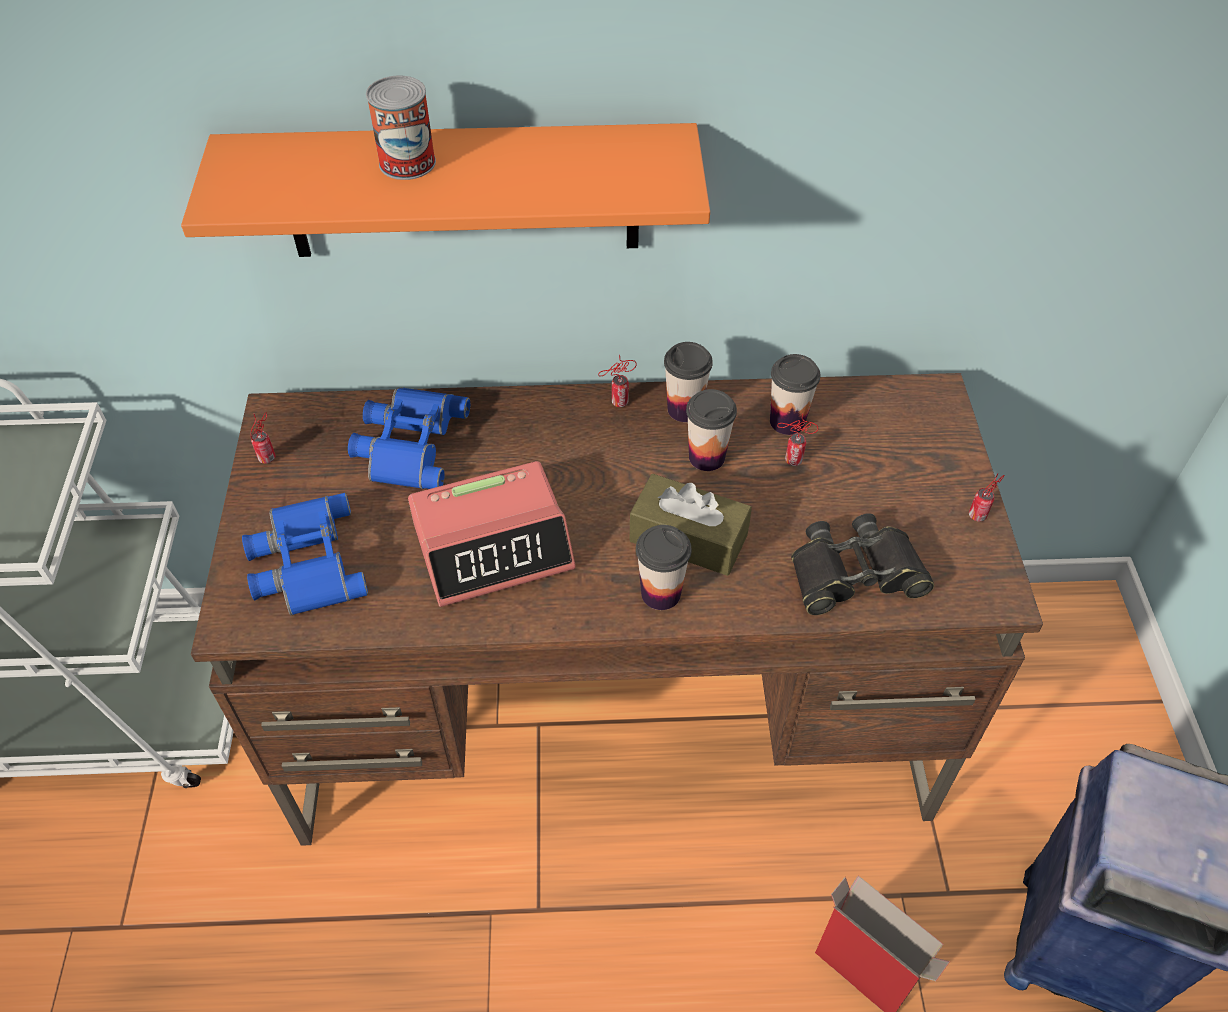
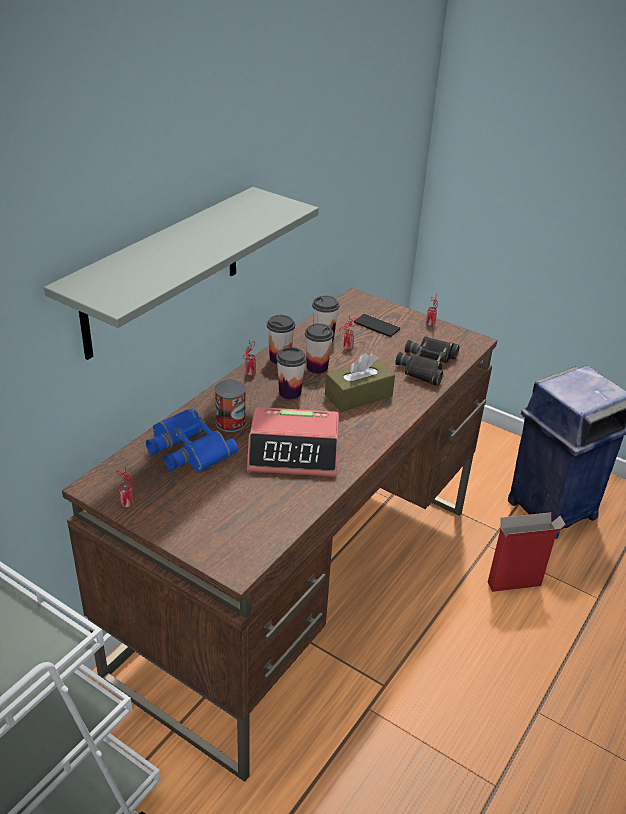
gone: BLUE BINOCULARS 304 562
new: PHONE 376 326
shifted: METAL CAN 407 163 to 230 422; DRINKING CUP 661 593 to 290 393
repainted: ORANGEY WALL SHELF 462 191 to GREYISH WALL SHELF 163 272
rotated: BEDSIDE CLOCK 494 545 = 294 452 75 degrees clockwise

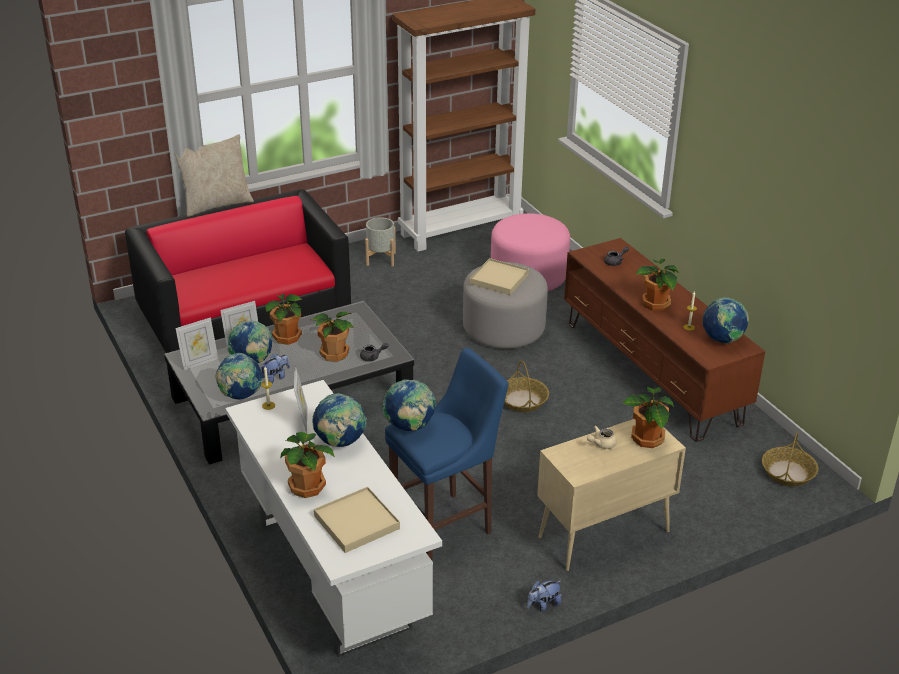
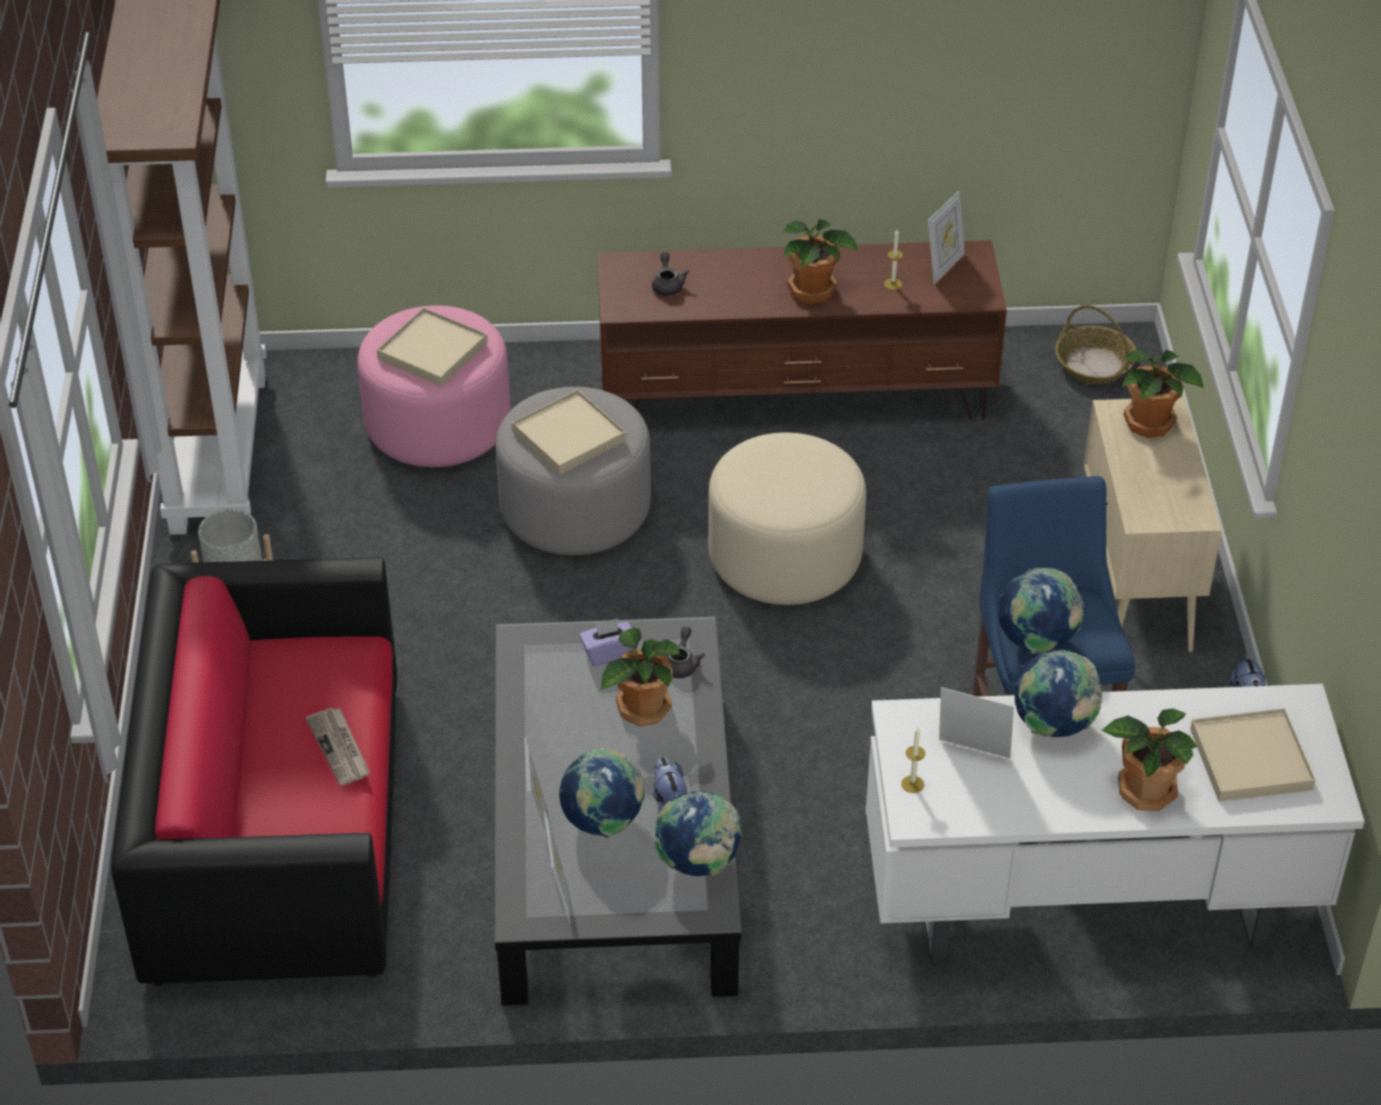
gone: SAND-COLOURED PILLOW 216 204; PLANT IN A POT 288 337; SAND-COLOURED TEAPOT 601 444
new: SAND-COLOURED SERVING TRAY 432 351; PURPLE-COLOURED TISSUE BOX 608 653; DAILY PAPER 340 748
swapped: DESK GLOBE 722 340 to STANDING FRAME 944 266; BASKET 523 401 to SAND-COLOURED POUFFE 785 557

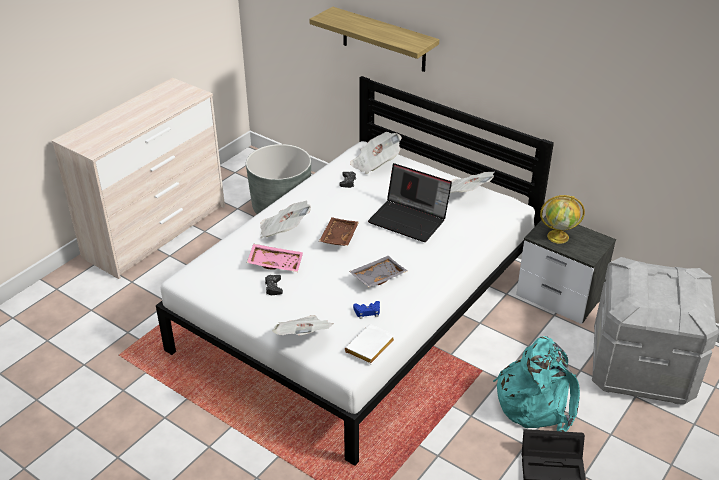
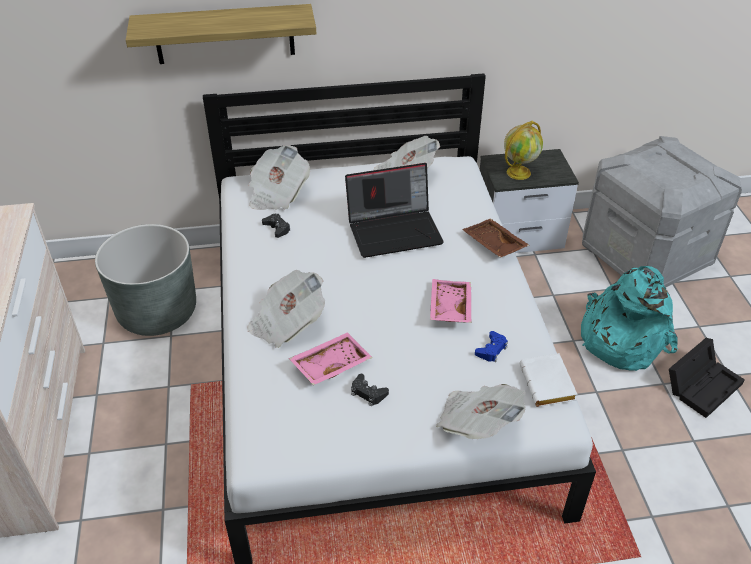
shifted: BROWN-COLOURED SERVING TRAY 338 237 to 493 245
repainted: GREYISH SERVING TRAY 377 276 to PINK SERVING TRAY 449 307

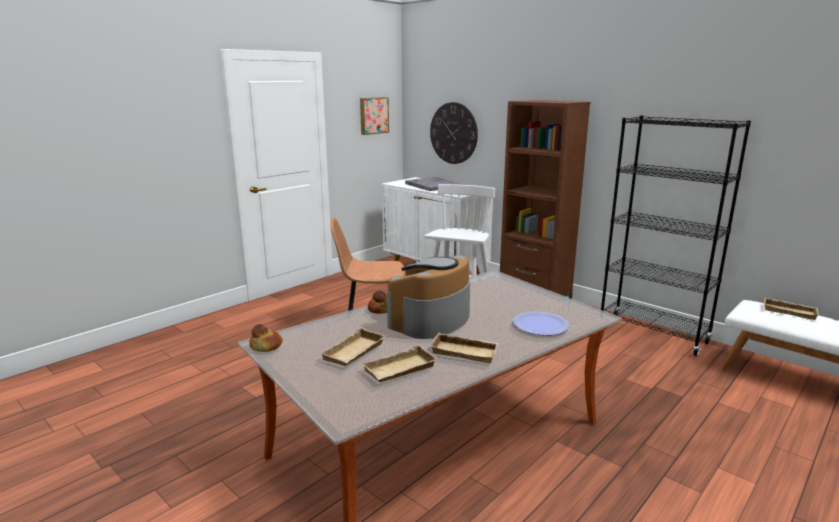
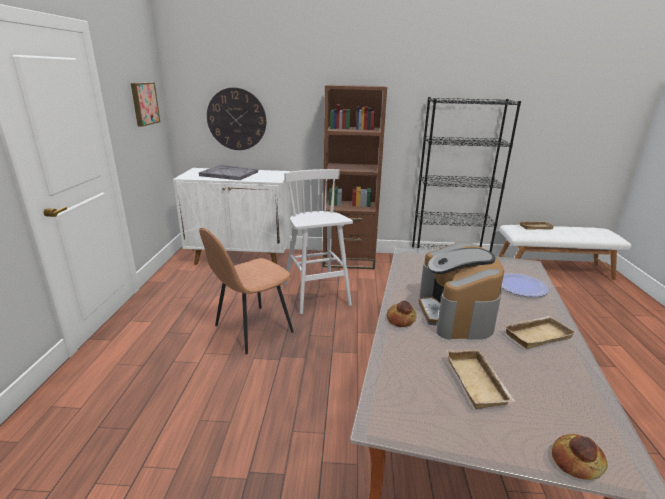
gone: SAND-COLOURED SERVING TRAY 400 370
shifted: BAKED BREAD 266 347 to 576 462

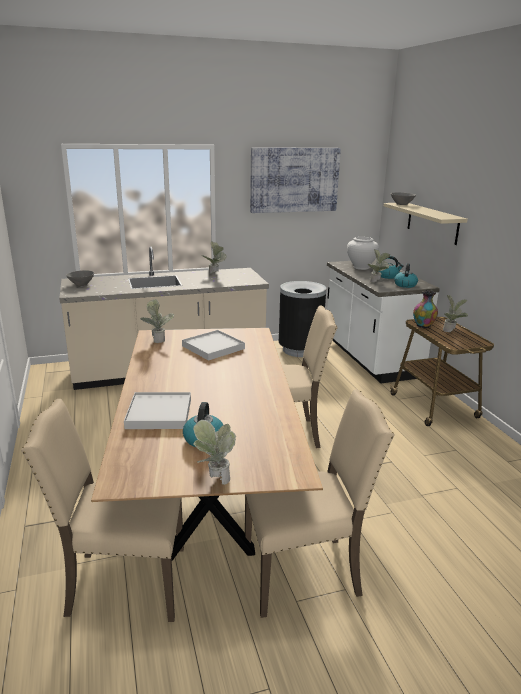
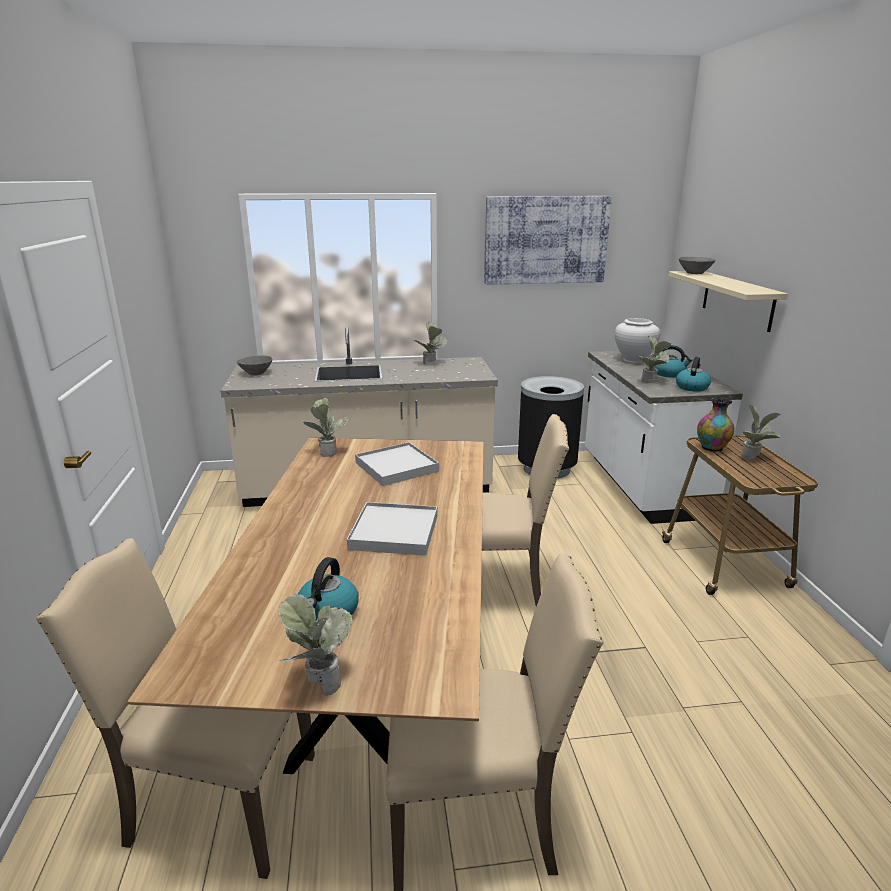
shifted: WHITE-COLOURED SERVING TRAY 159 414 to 394 532

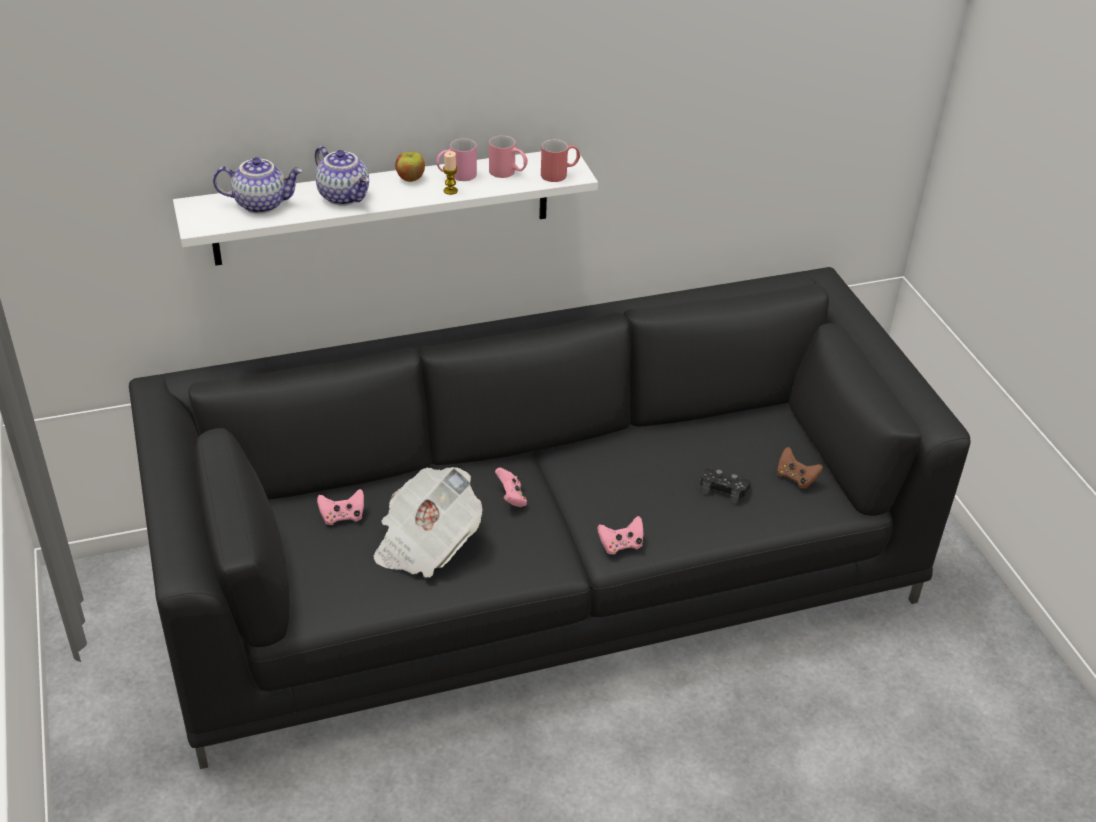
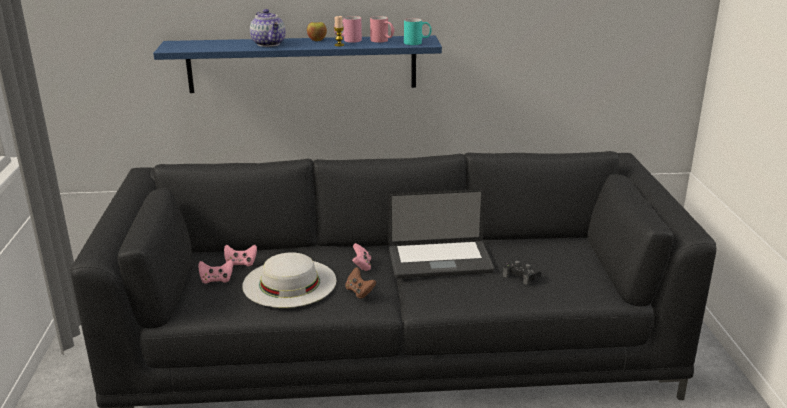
gone: TEAPOT 261 203
new: PORTABLE COMPUTER 440 261
shifted: BROWN-COLOURED GAMEPAD 796 478 to 359 292; PINK GAMEPAD 621 545 to 216 280
swapped: DAILY PAPER 425 543 to WHITE-COLOURED WEARABLE HAT 289 282
repainted: RED-COLOURED MUG 560 174 to TURQUOISE-COLOURED MUG 417 43; WHITE-COLOURED WALL SHELF 383 206 to BLUE WALL SHELF 302 64

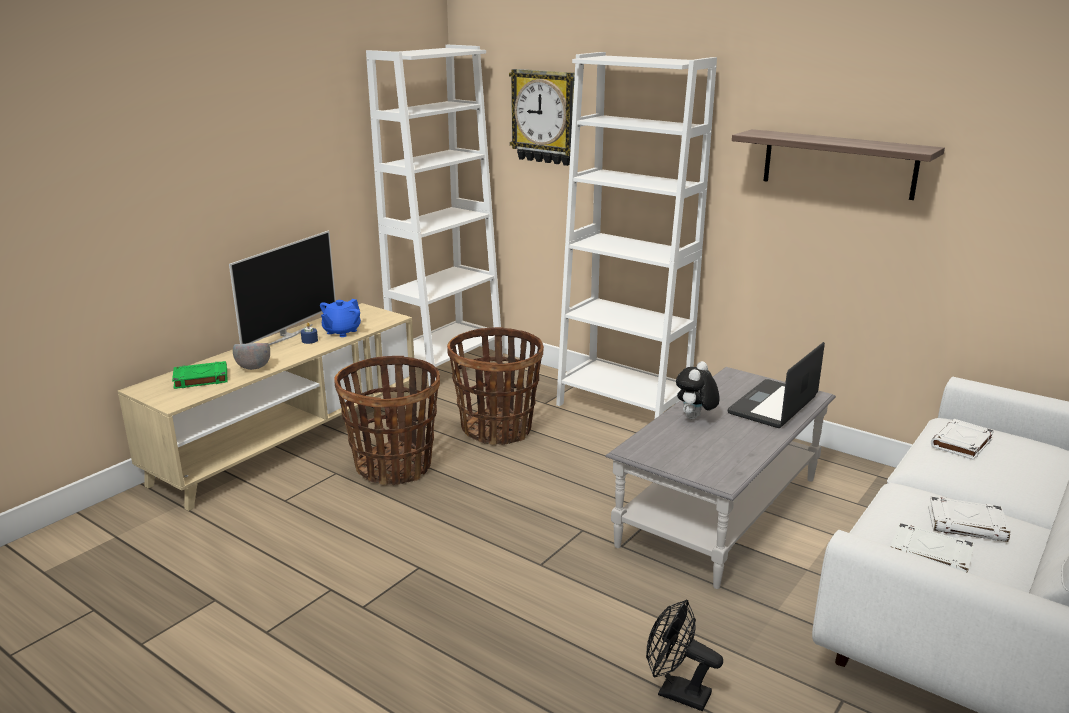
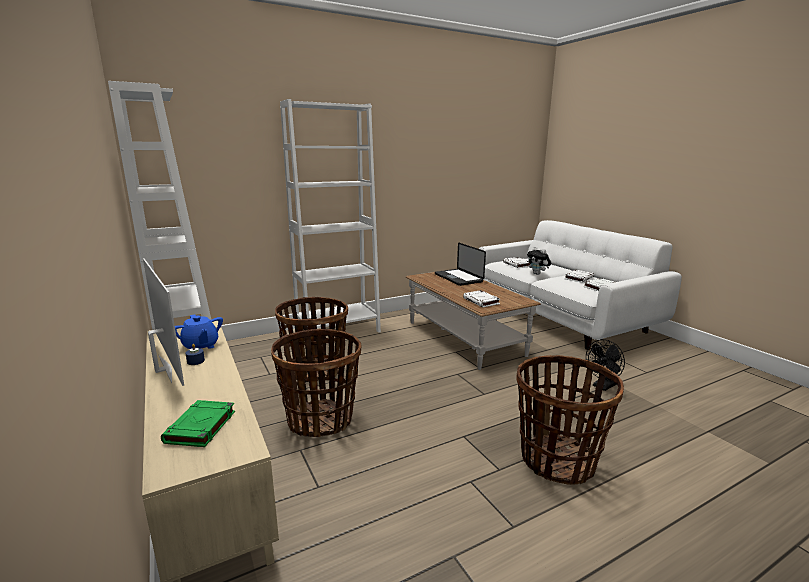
gone: HANGING CLOCK 546 117; WALL SHELF 838 164; GREYISH SERVING BOWL 253 368
new: WHITE-COLOURED VOLUME 481 301; BASKET 557 460
shifted: CUDDLY TOY 695 418 to 538 274
repainted: GREYISH LOUNGE TABLE 720 511 to BROWN-COLOURED LOUNGE TABLE 464 338

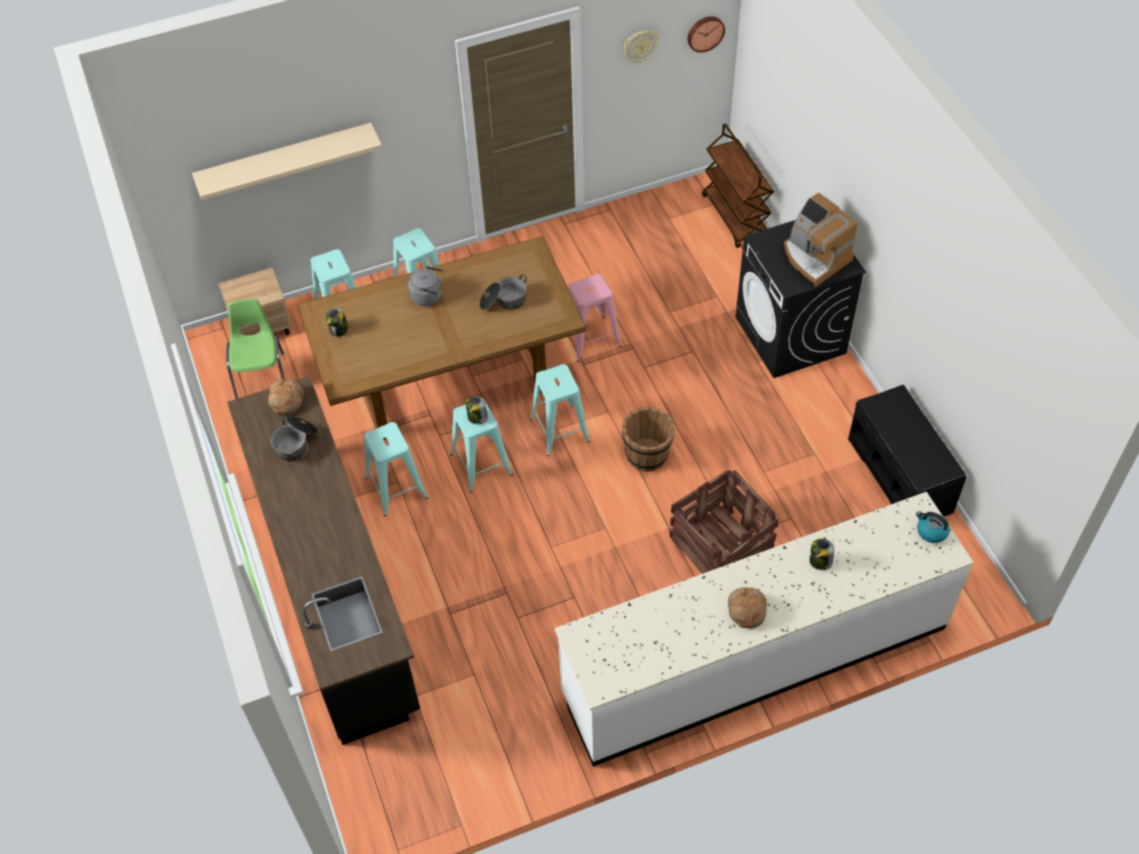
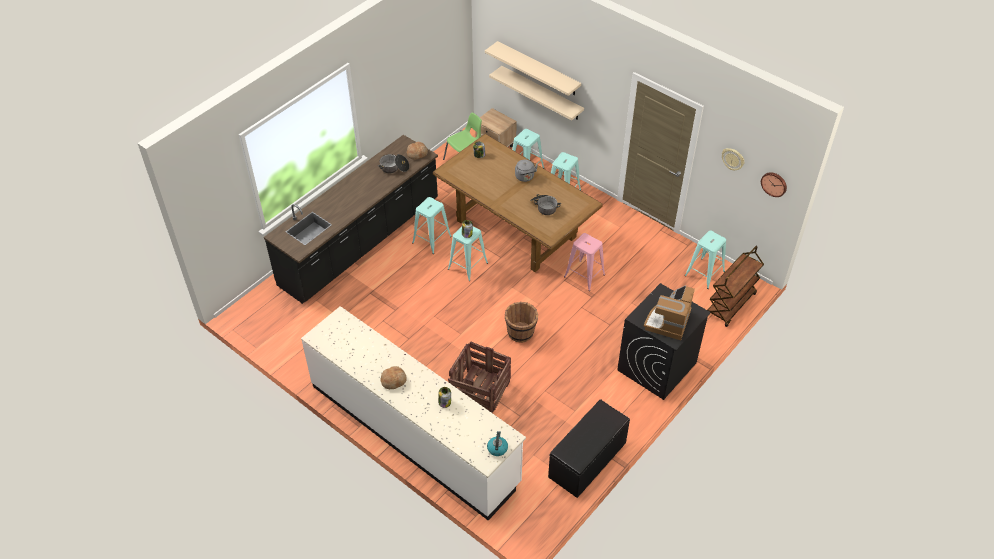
new: SAND-COLOURED WALL SHELF 541 93
shifted: TURQUOISE-COLOURED SITTING STOOL 559 430 to 704 273

